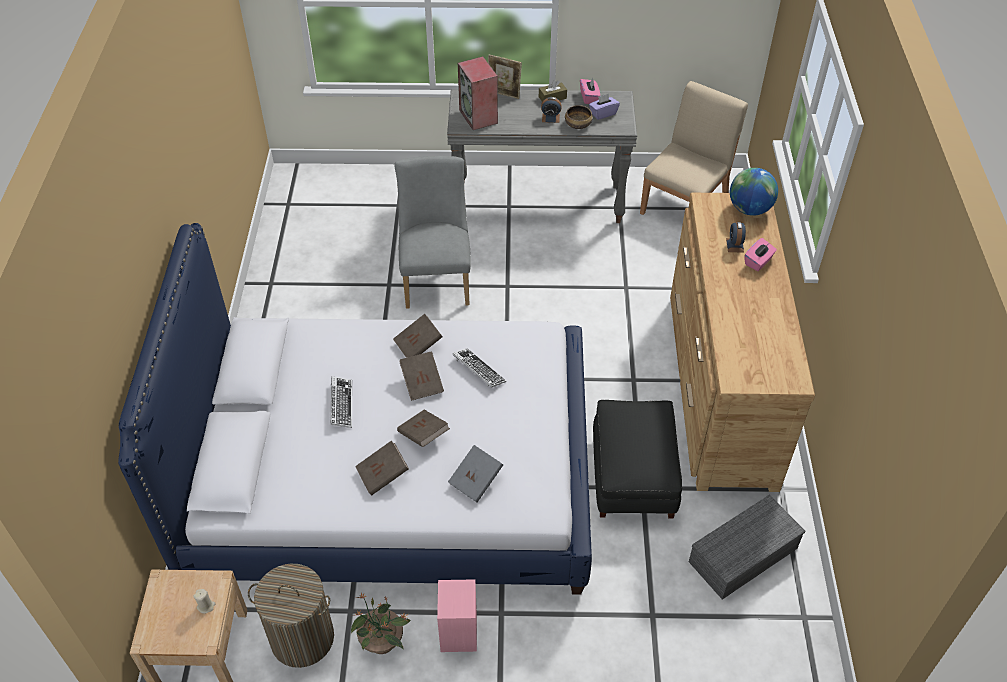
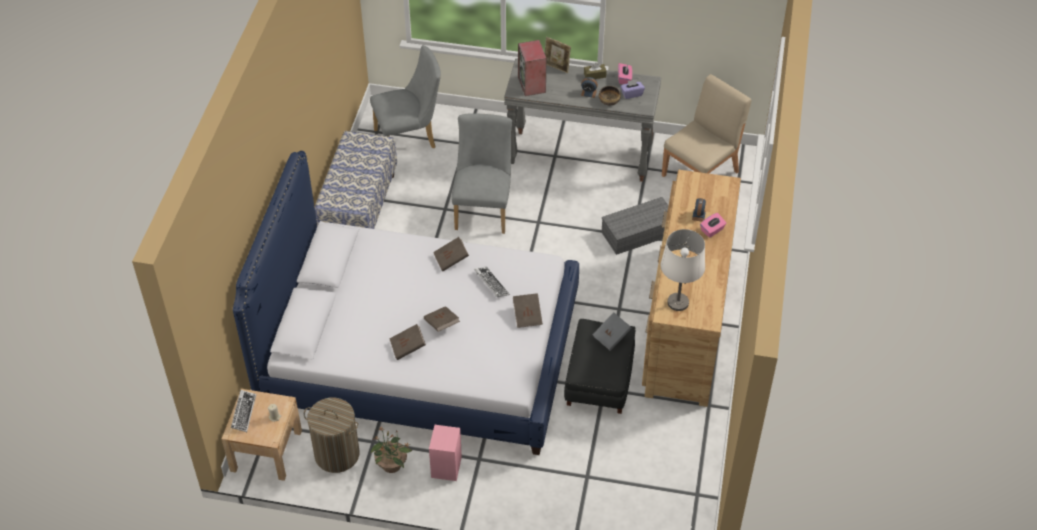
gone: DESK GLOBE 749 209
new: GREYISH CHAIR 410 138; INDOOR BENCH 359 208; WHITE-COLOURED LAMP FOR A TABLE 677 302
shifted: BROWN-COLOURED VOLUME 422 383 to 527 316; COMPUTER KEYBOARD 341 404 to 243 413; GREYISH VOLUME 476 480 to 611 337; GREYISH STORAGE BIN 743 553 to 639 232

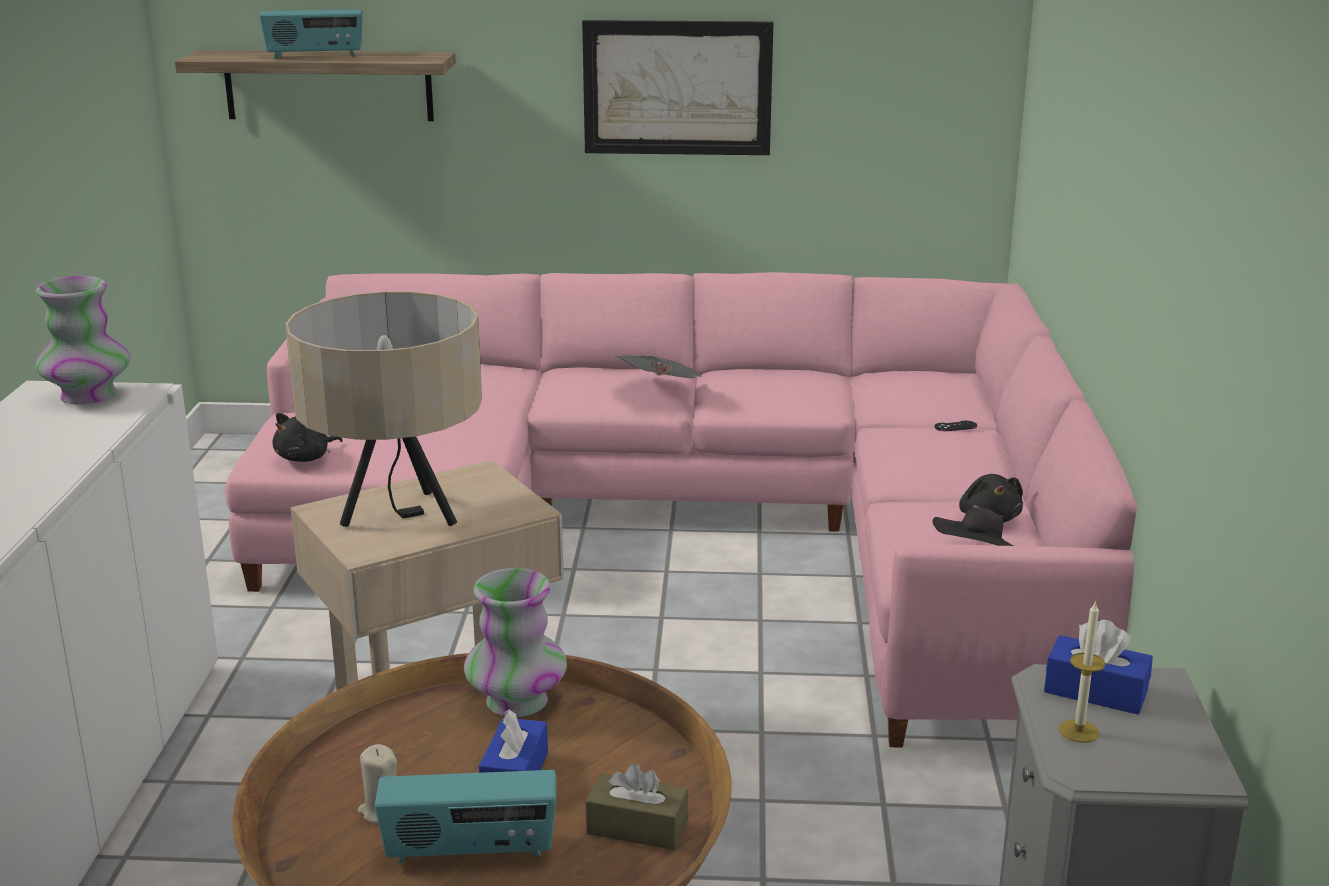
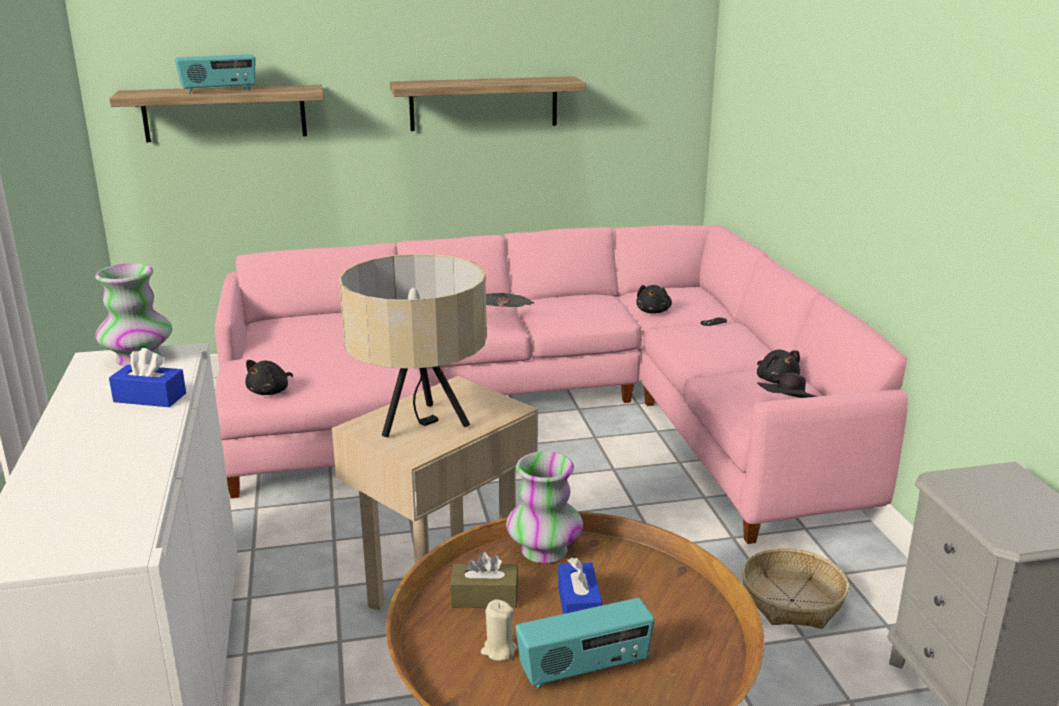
gone: WAX CANDLE 1079 731
new: BLACK CUDDLY TOY 653 311; BASKET 792 601
shifted: BLUE TISSUE BOX 1095 691 to 150 397; BROWN-COLOURED TISSUE BOX 637 827 to 484 597
swapped: PICTURE 677 87 to WALL SHELF 484 103

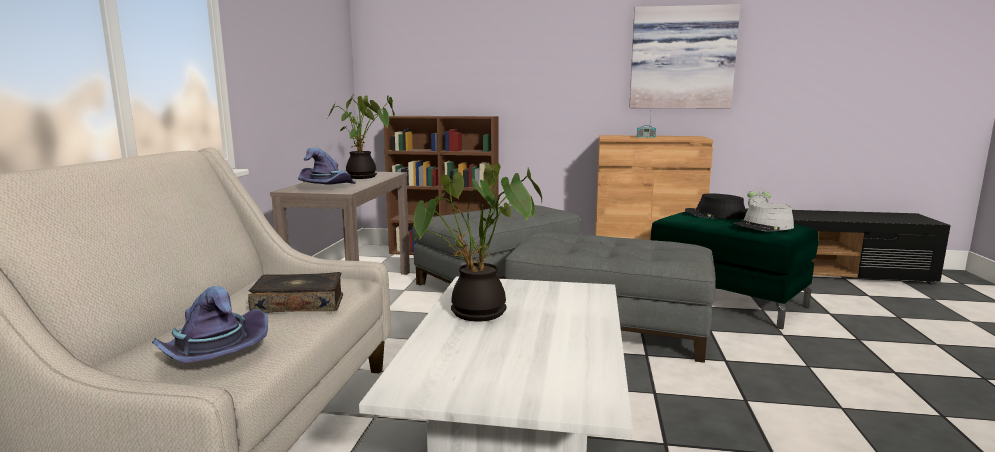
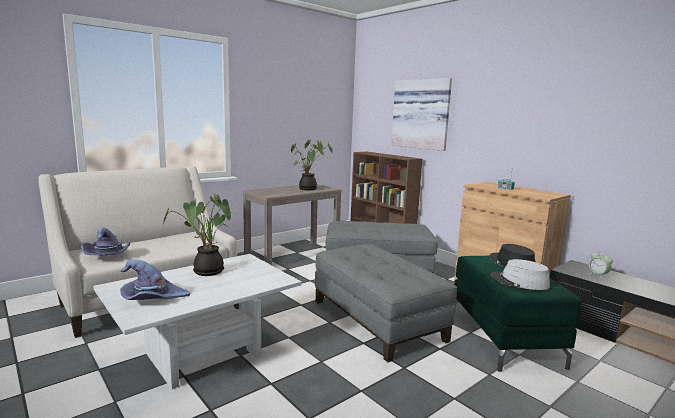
gone: VOLUME 299 304
shifted: PICTURE 682 58 to 422 114; PURPLE-COLOURED WEARABLE HAT 328 188 to 153 298

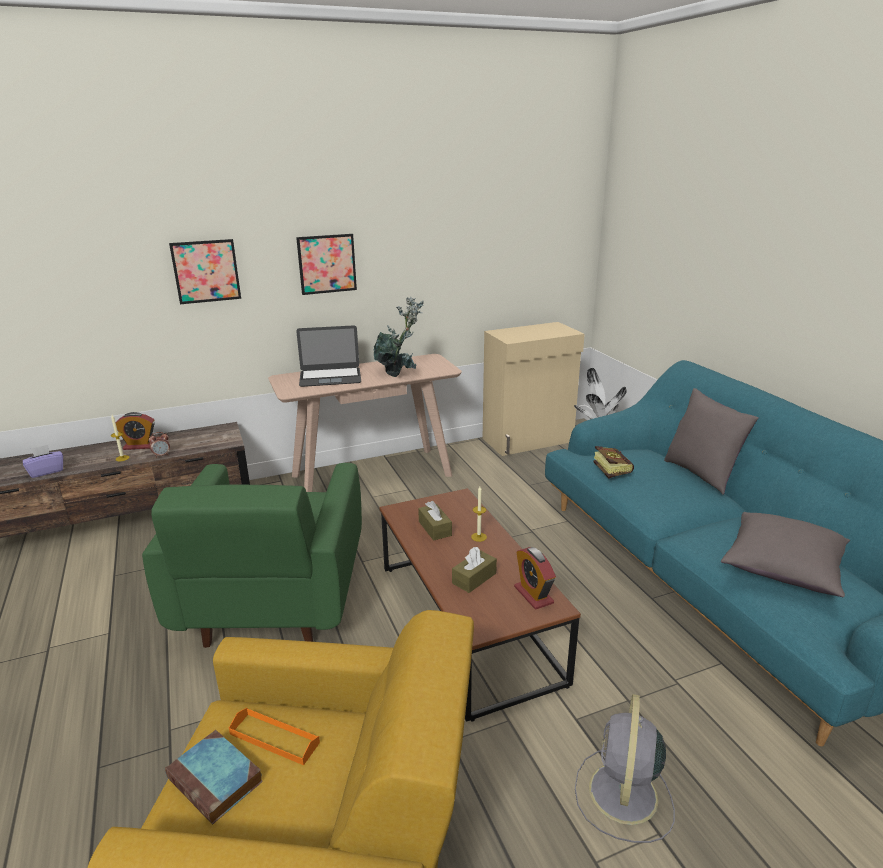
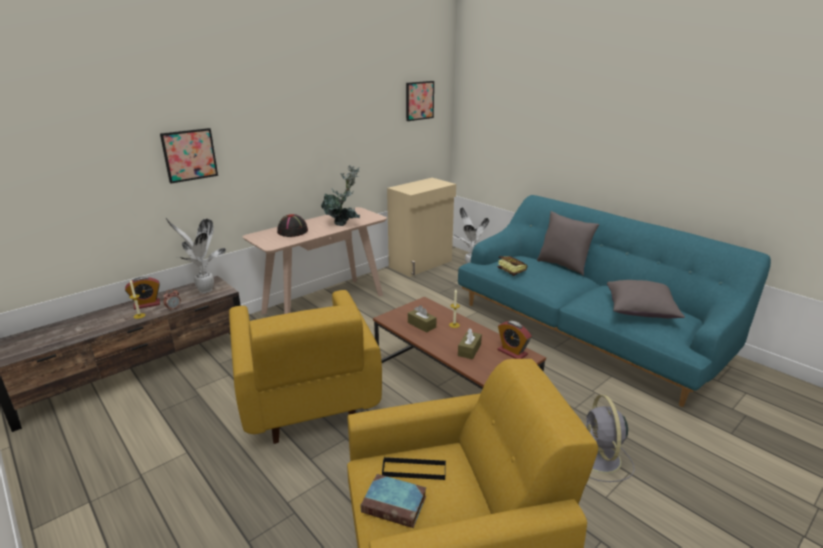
gone: PURPLE-COLOURED TISSUE BOX 46 471
new: PLANT IN A POT 204 290
shifted: PICTURE 327 264 to 419 100
swapped: PORTABLE COMPUTER 330 377 to BLACK WEARABLE HAT 293 231
repainted: GREEN ARMCHAIR 273 600 to YELLOWISH ARMCHAIR 306 401; ORANGEY SERVING TRAY 274 738 to BLACK SERVING TRAY 414 470

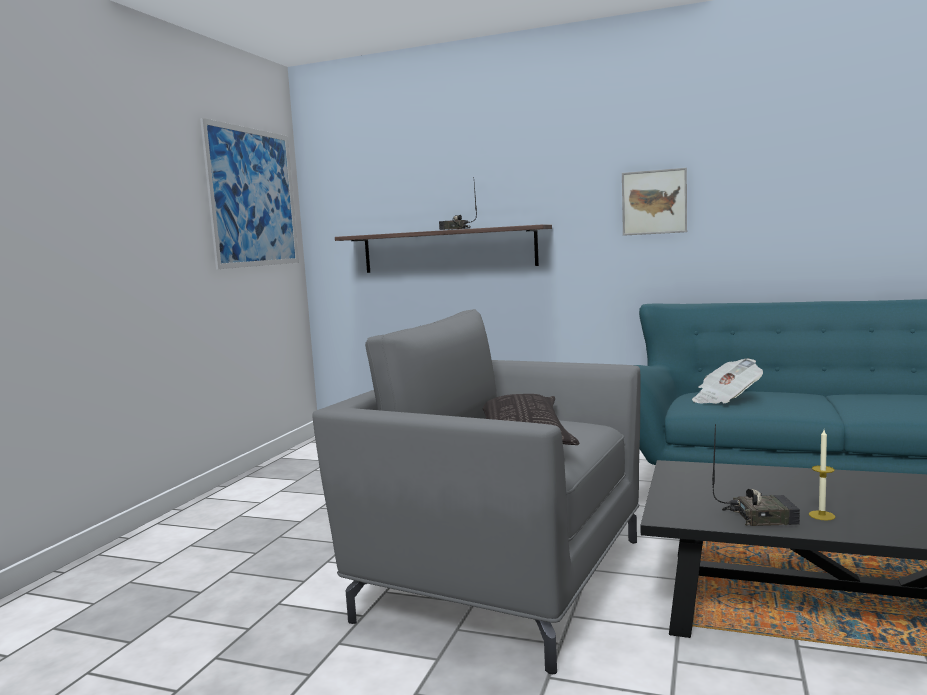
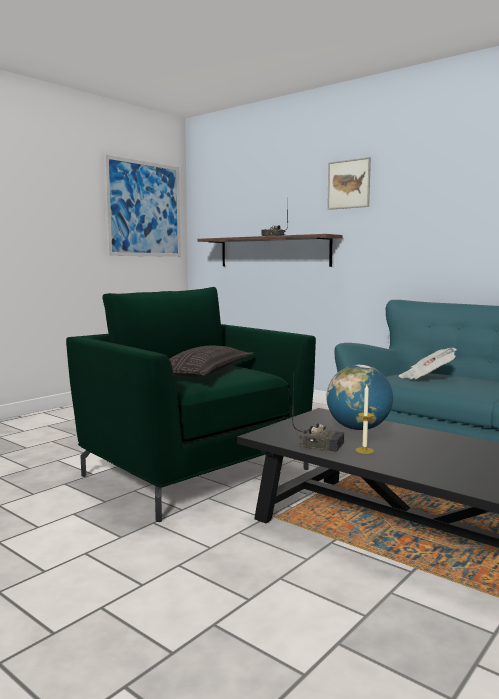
new: DESK GLOBE 358 429
shifted: PICTURE 654 202 to 349 184
repainted: GREYISH ARMCHAIR 501 576 to GREEN ARMCHAIR 195 470

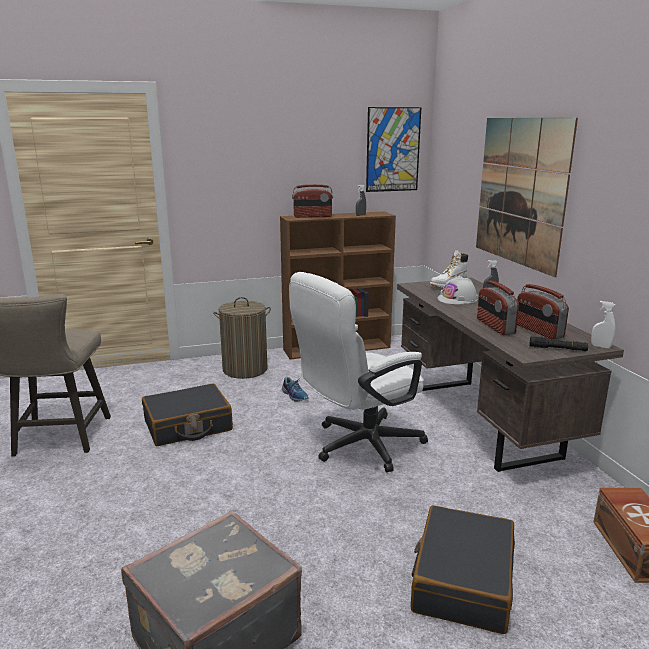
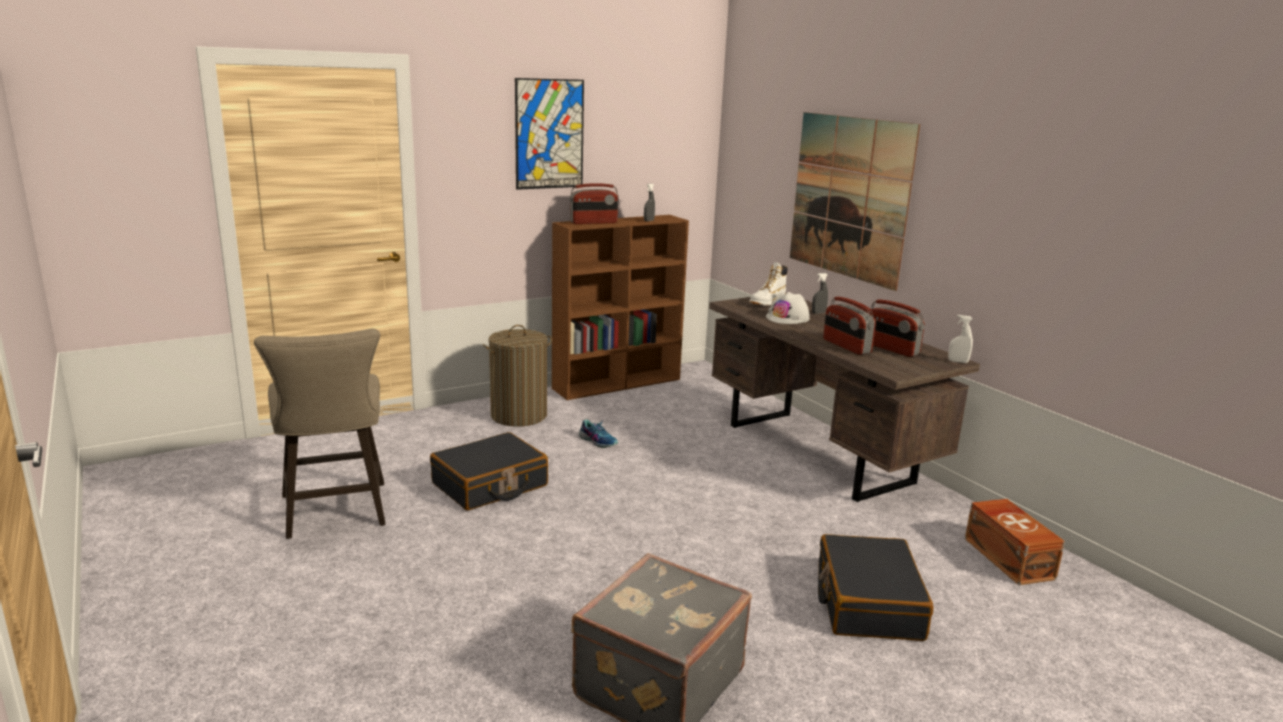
gone: WHITE-COLOURED DESK CHAIR 358 446; BLACK HAND TORCH 558 349
shifted: PICTURE 393 150 to 549 134

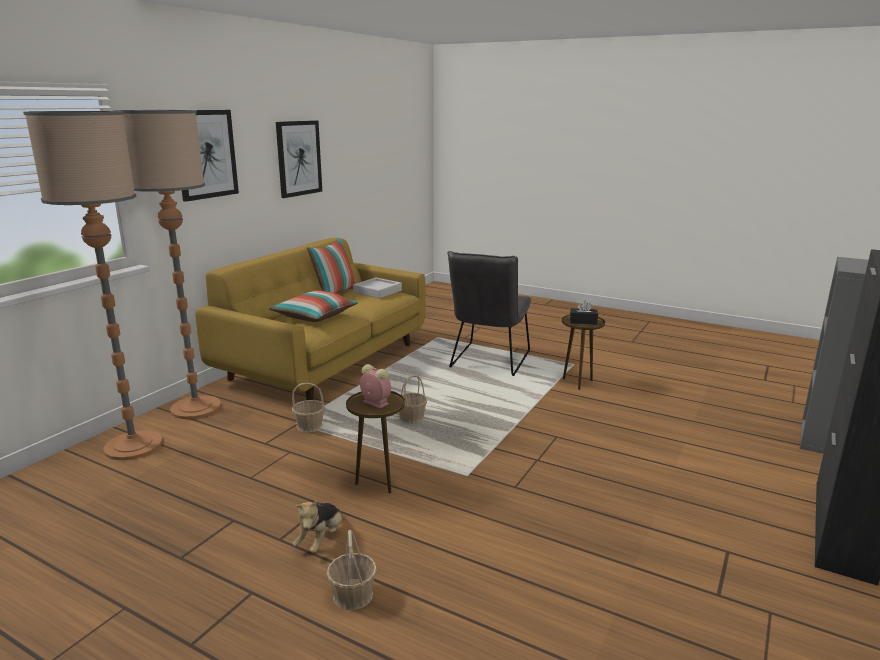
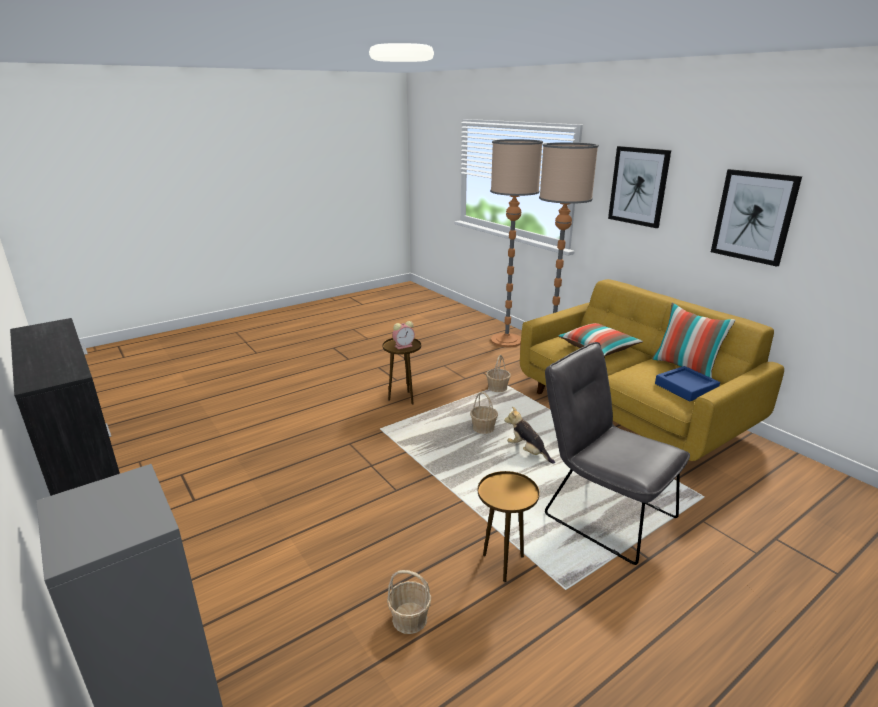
gone: BLACK TISSUE BOX 583 321
shifted: CUDDLY TOY 321 539 to 527 452; BASKET 352 595 to 409 618
repainted: GREYISH SERVING TRAY 377 291 to BLUE SERVING TRAY 686 387

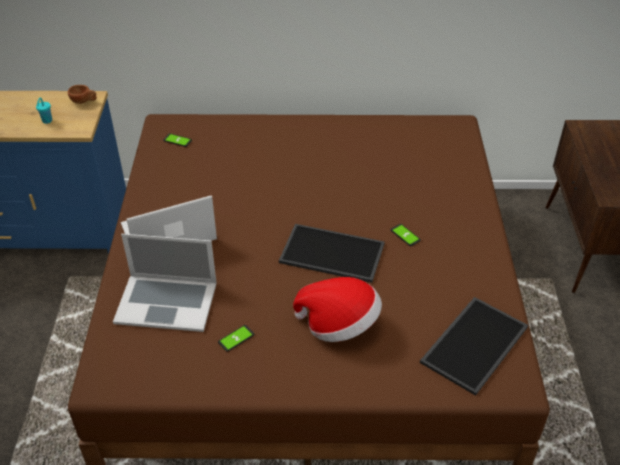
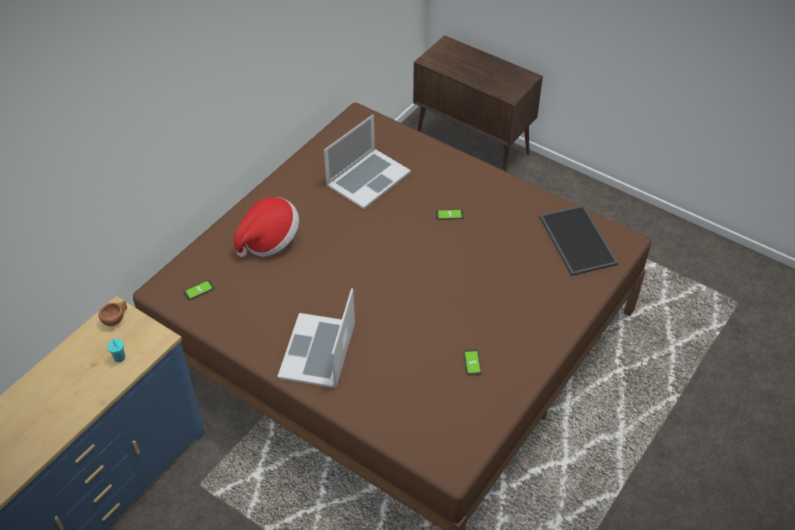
gone: SERVING TRAY 330 254
shifted: PORTABLE COMPUTER 166 302 to 368 178; WEARABLE HAT 339 325 to 269 240

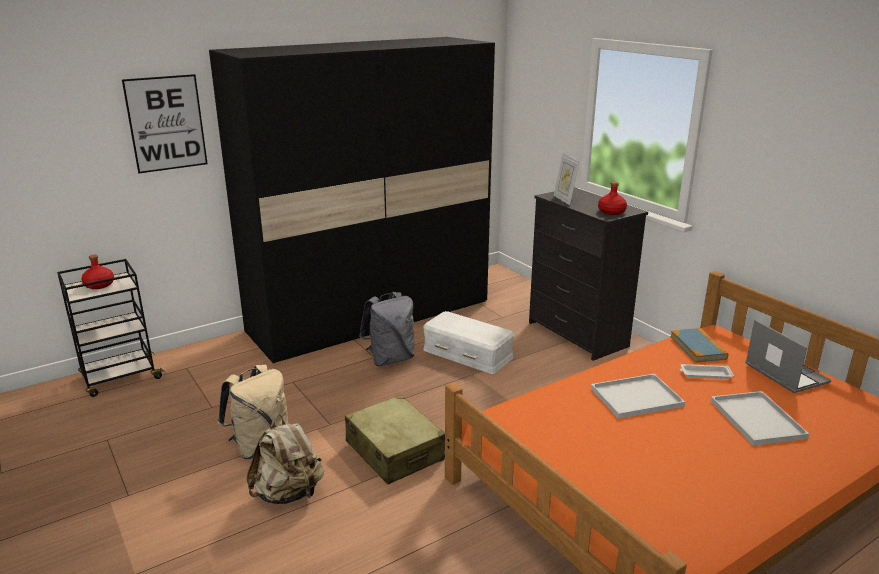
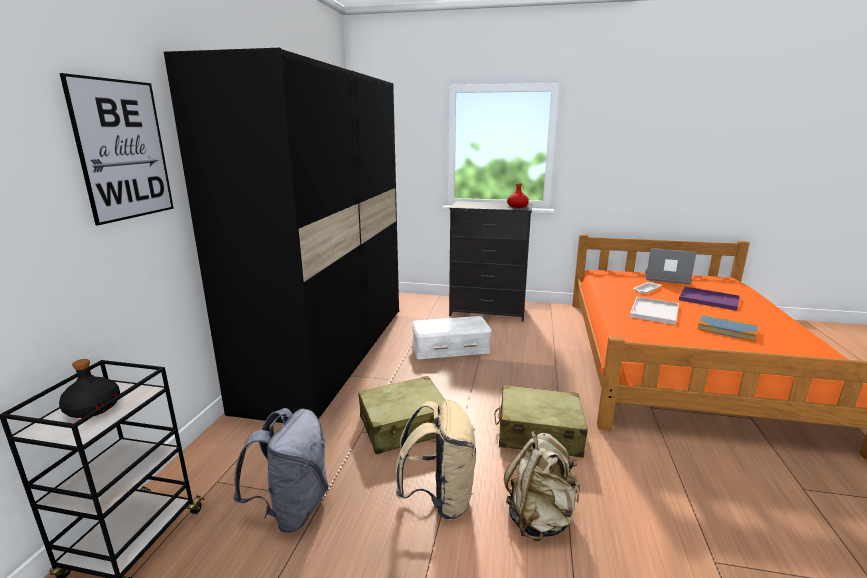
gone: STANDING FRAME 564 199
new: SAND-COLOURED PIECE OF LUGGAGE 404 426
shifted: GREYISH KNAPSACK 390 359 to 292 509; VOLUME 698 347 to 726 330
repainted: RED-COLOURED BEVERAGE BOTTLE 99 285 to BLACK BEVERAGE BOTTLE 93 408; WHITE-COLOURED SERVING TRAY 759 420 to PURPLE-COLOURED SERVING TRAY 710 299

